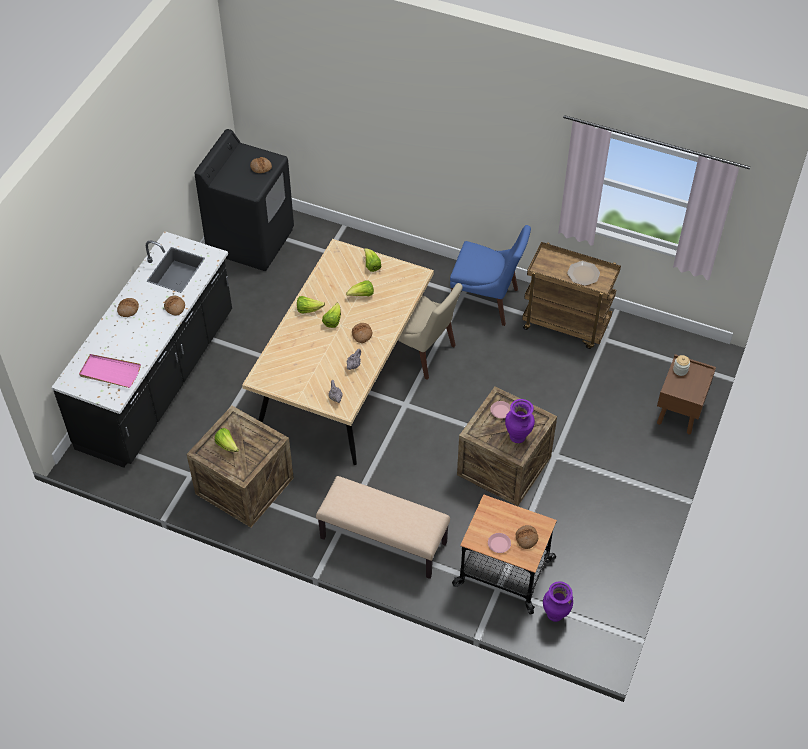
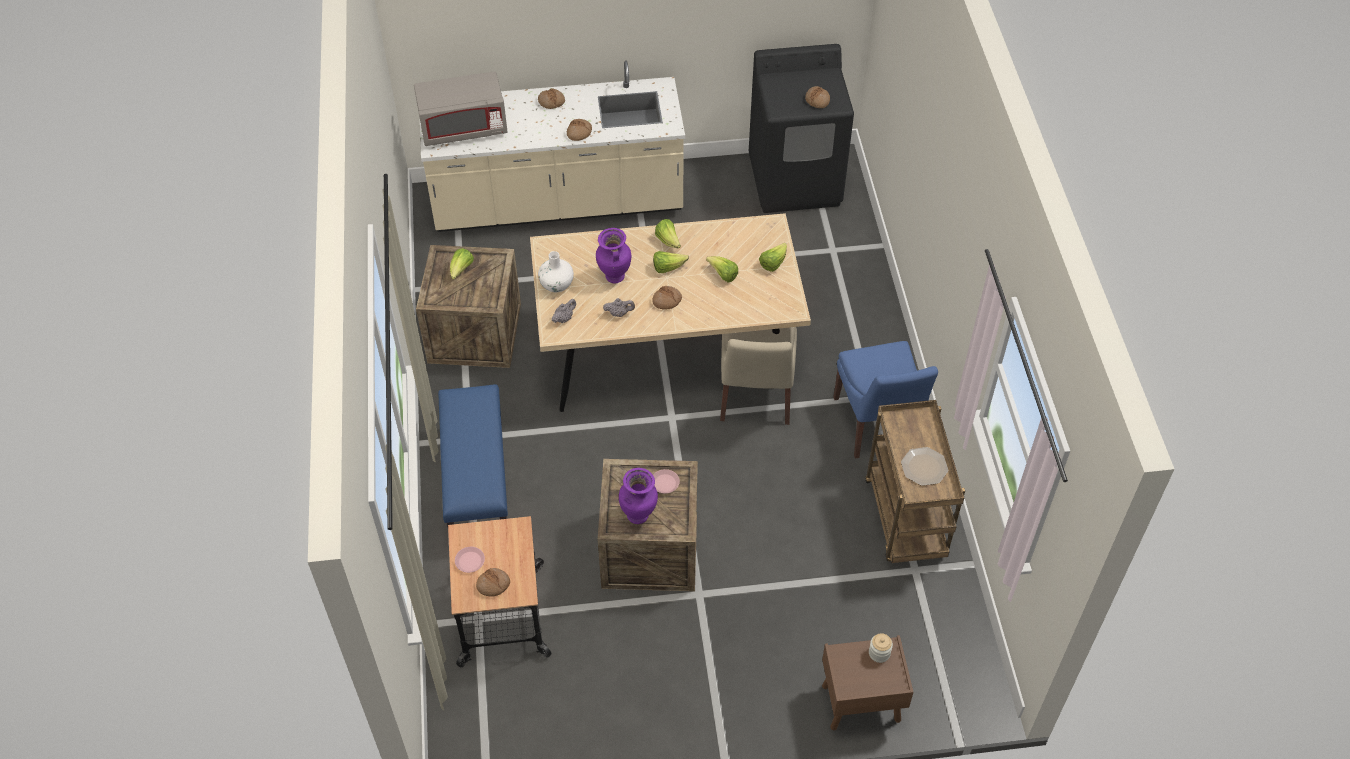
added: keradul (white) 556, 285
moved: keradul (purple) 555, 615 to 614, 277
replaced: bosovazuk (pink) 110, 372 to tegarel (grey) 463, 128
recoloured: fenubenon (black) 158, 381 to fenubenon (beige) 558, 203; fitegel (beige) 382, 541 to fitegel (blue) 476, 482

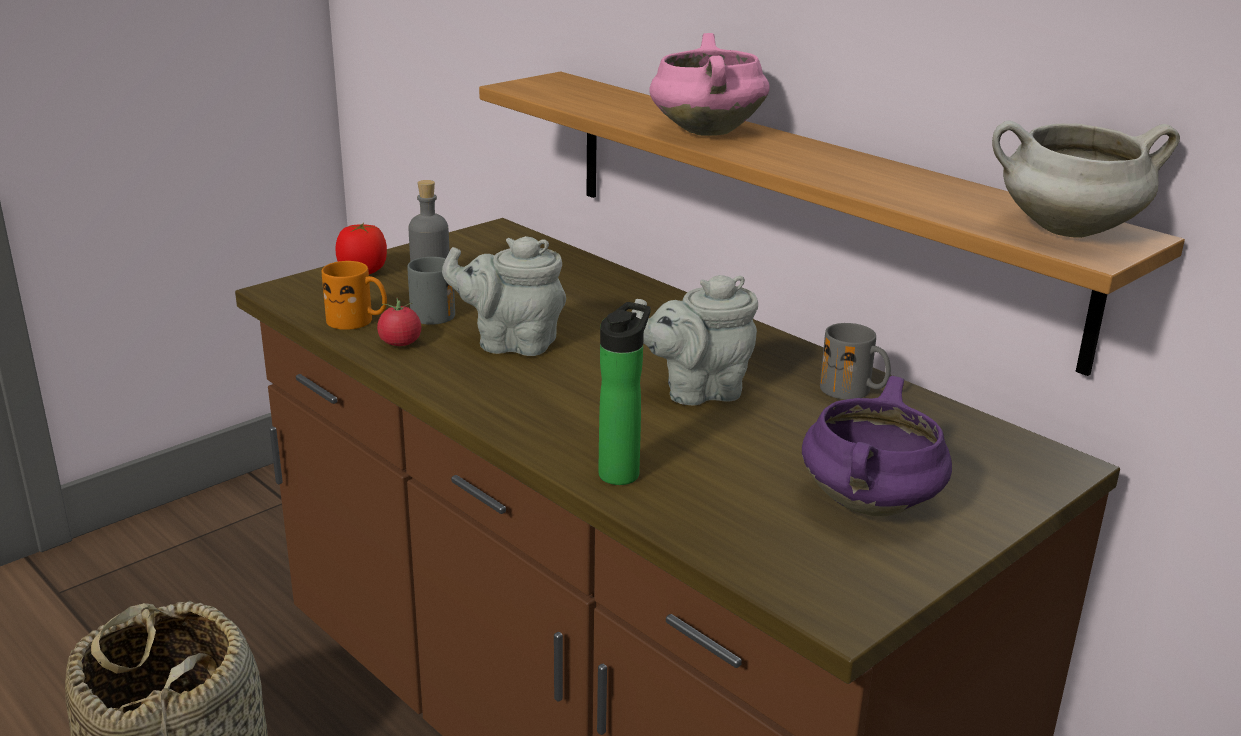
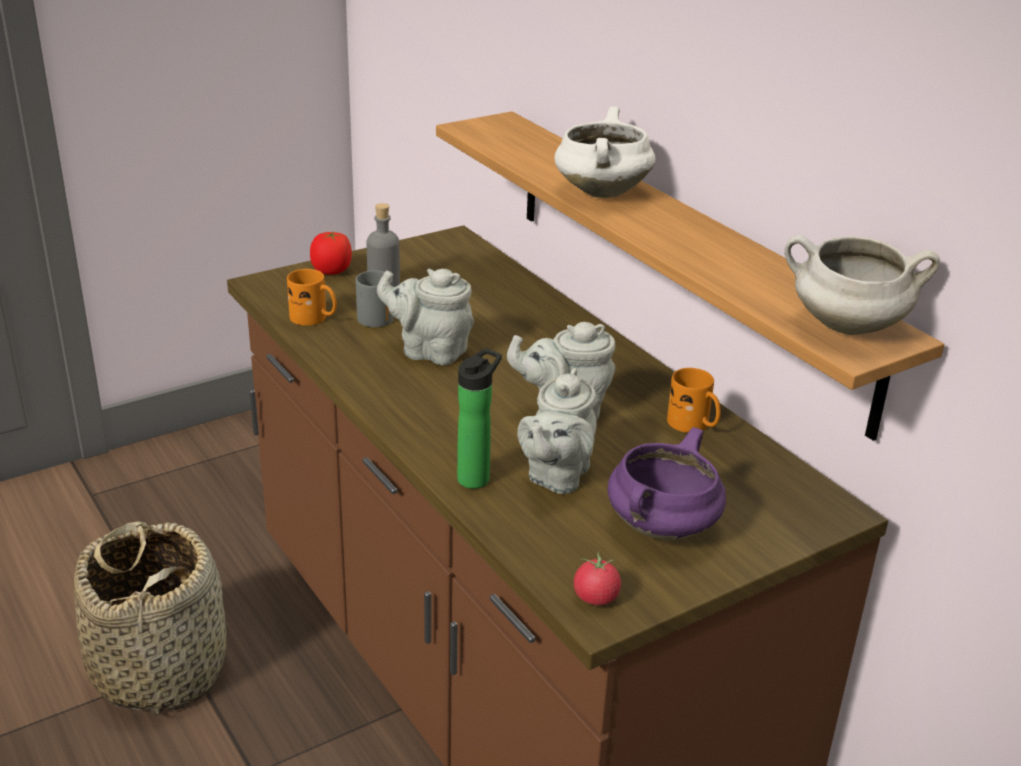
added: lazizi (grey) 556, 476
moved: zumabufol 400, 343 to 595, 598
recoloured: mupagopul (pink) 705, 131 to mupagopul (white) 601, 192; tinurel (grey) 854, 391 to tinurel (orange) 694, 425

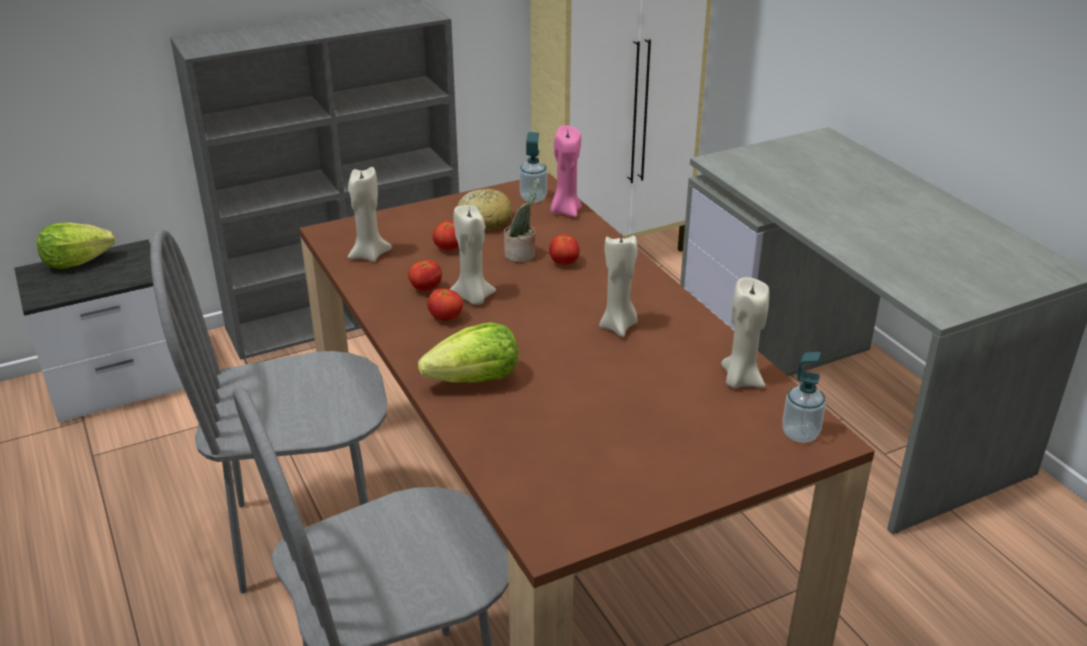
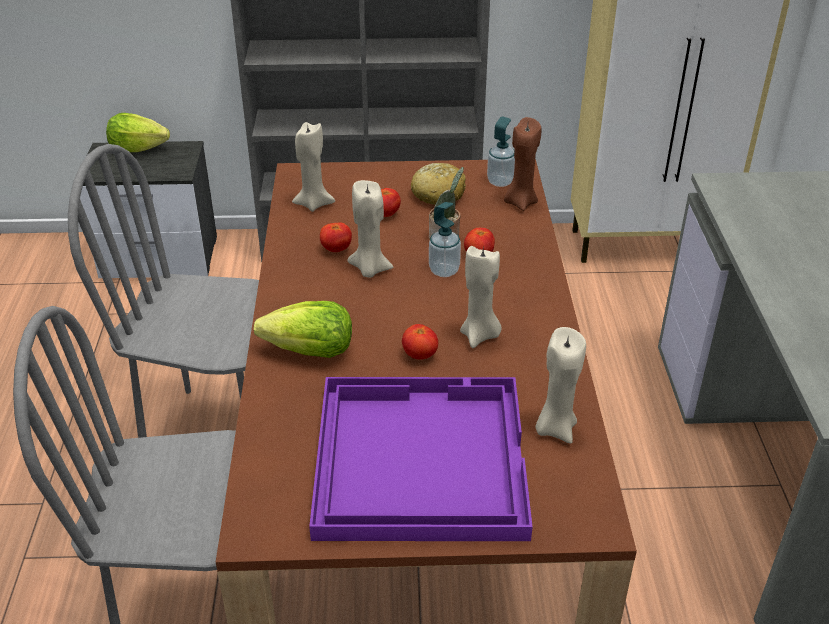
added: bosovazuk (purple) 418, 458
moved: zumabufol 445, 318 to 420, 355; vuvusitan 800, 434 to 444, 270
recoloured: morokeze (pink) 565, 211 to morokeze (brown) 520, 202

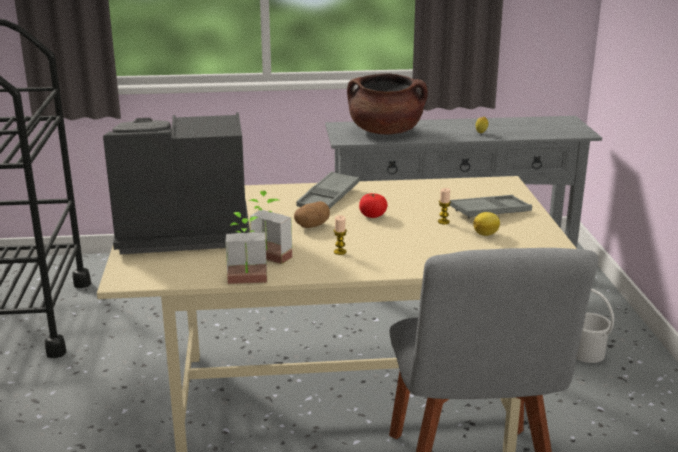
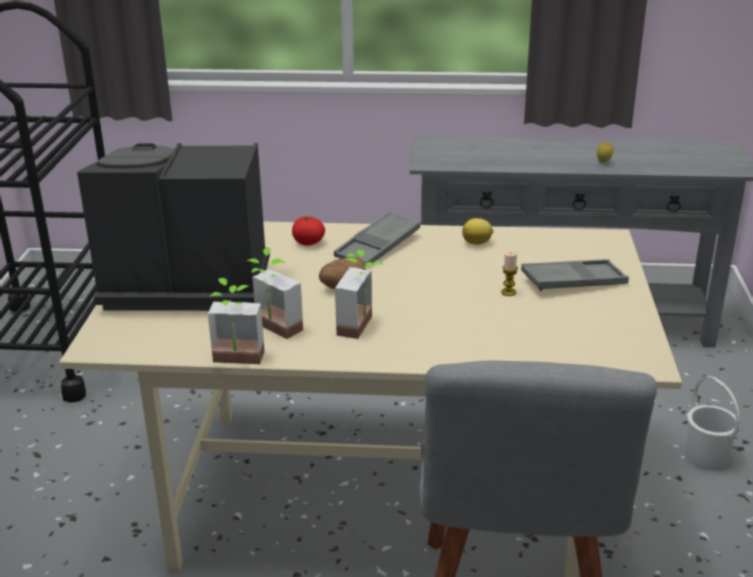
removed: mupagopul (brown) 385, 131
moved: zumabufol 373, 216 to 308, 242; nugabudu 486, 234 to 477, 243
replaced: morokeze 340, 252 to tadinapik 363, 327

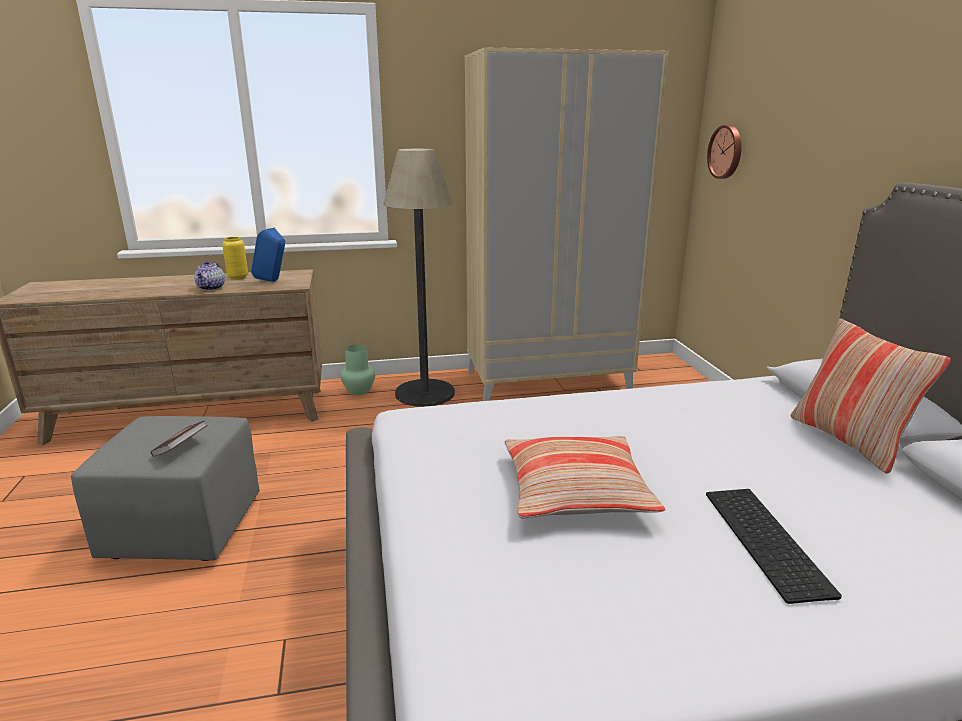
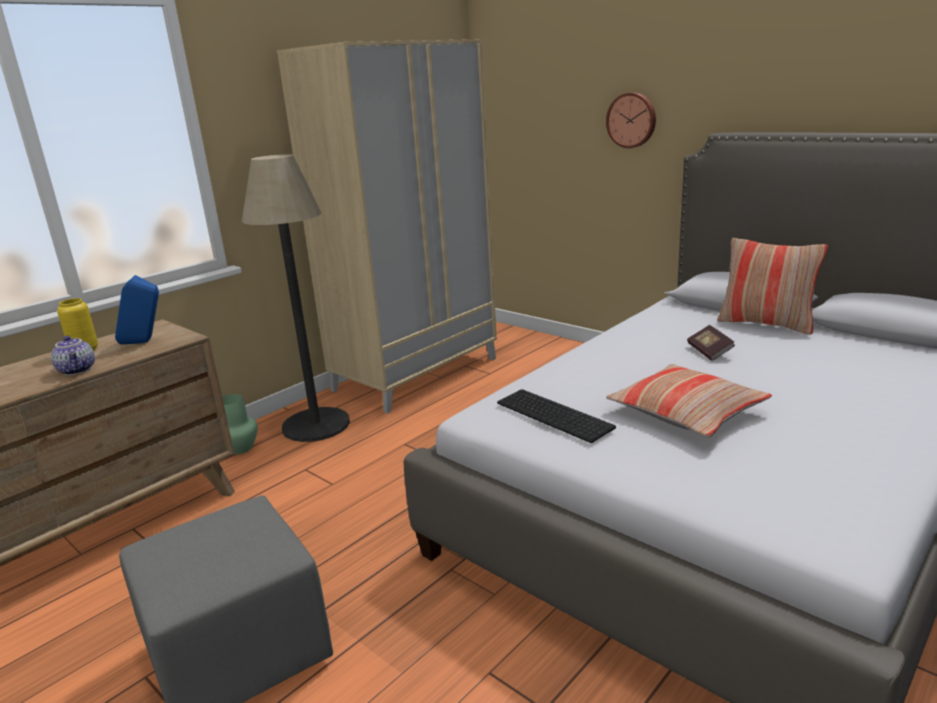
moved: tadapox 181, 448 to 709, 351; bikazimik 769, 541 to 556, 414; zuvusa 726, 152 to 632, 120

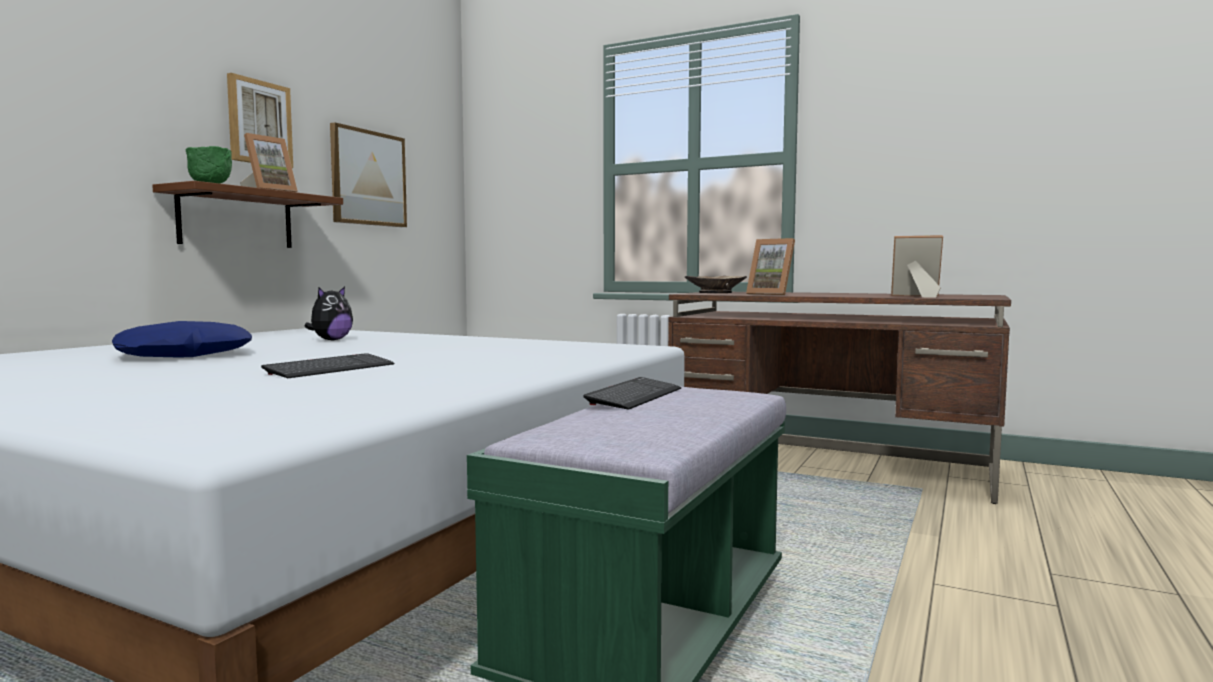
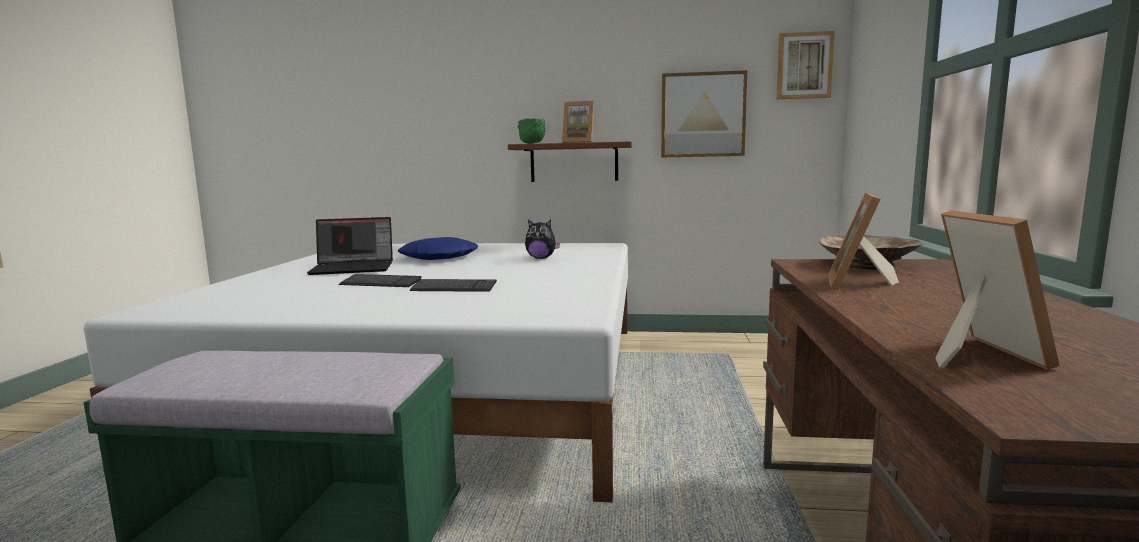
added: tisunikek 354, 268
moved: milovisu 259, 123 to 804, 66; bikazimik 635, 396 to 454, 288

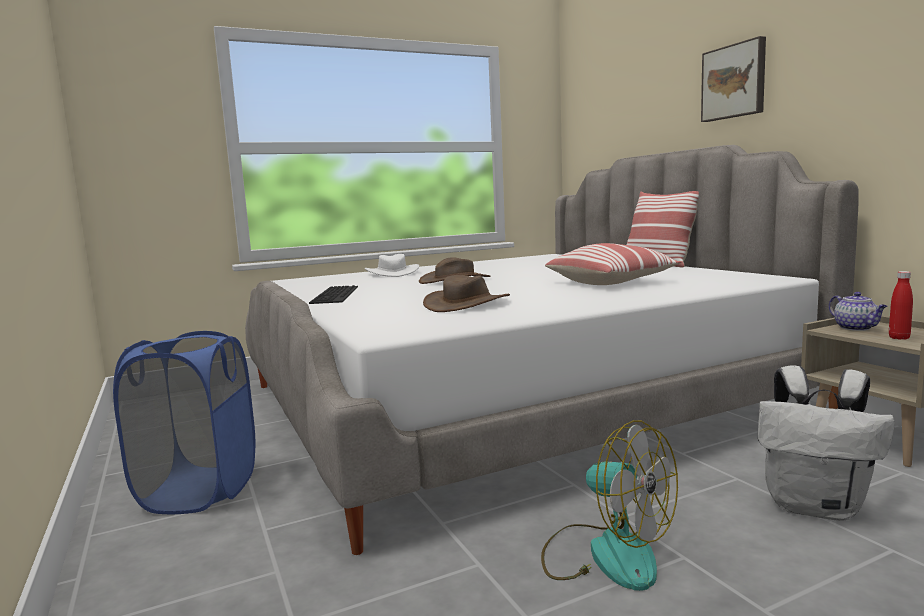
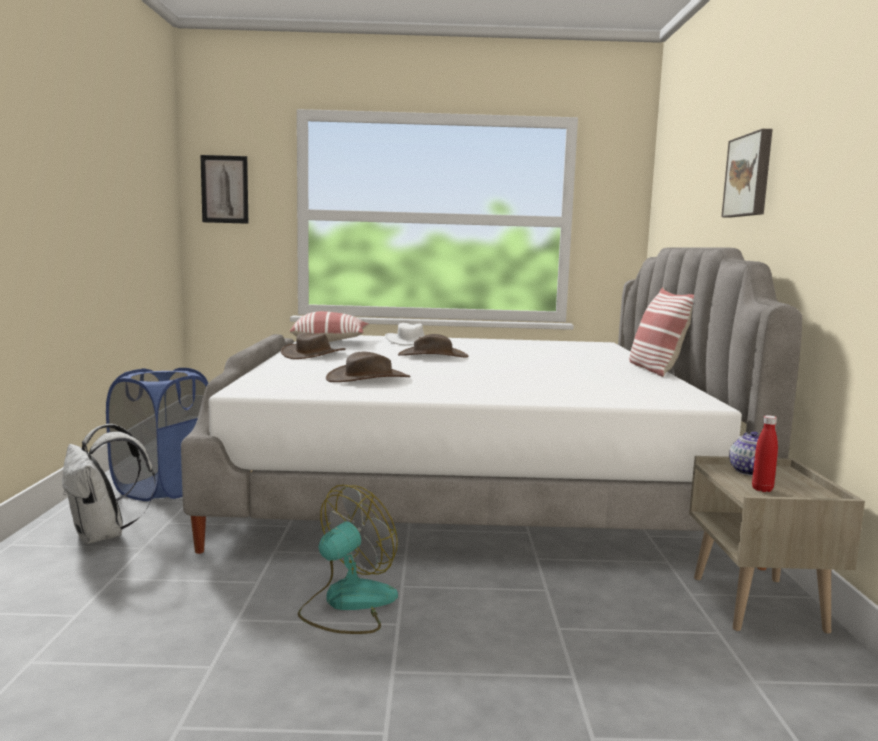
added: milovisu 224, 189
moved: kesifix 611, 282 to 331, 341; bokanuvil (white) 815, 506 to 103, 535
replaced: bikazimik 337, 295 to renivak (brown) 314, 354
turned: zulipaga 606, 554 = 347, 604 120 degrees counterclockwise

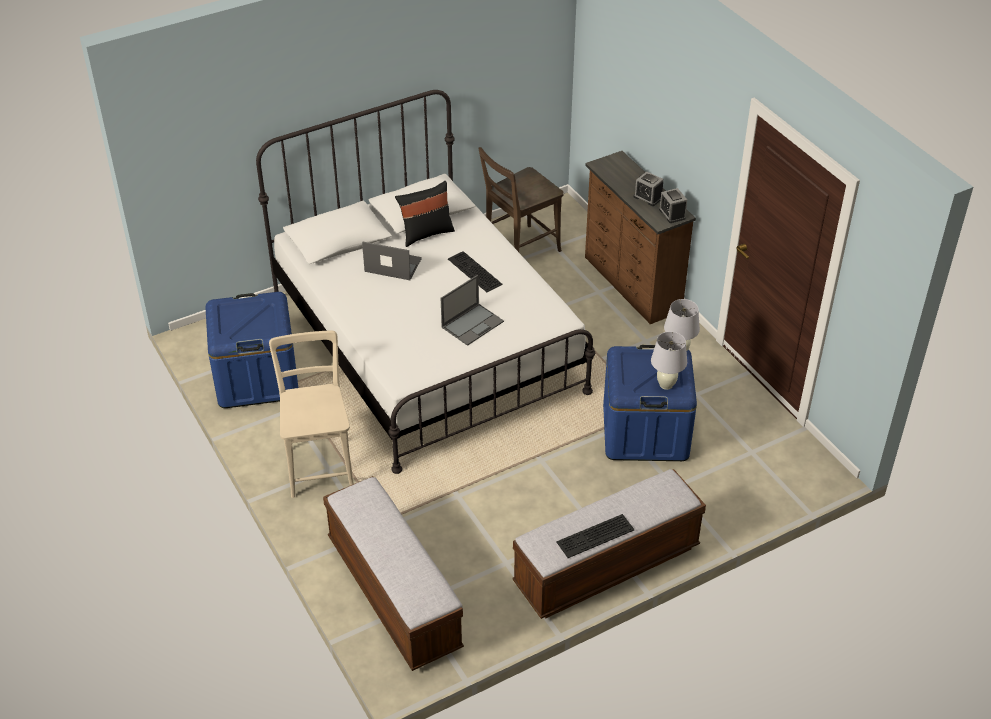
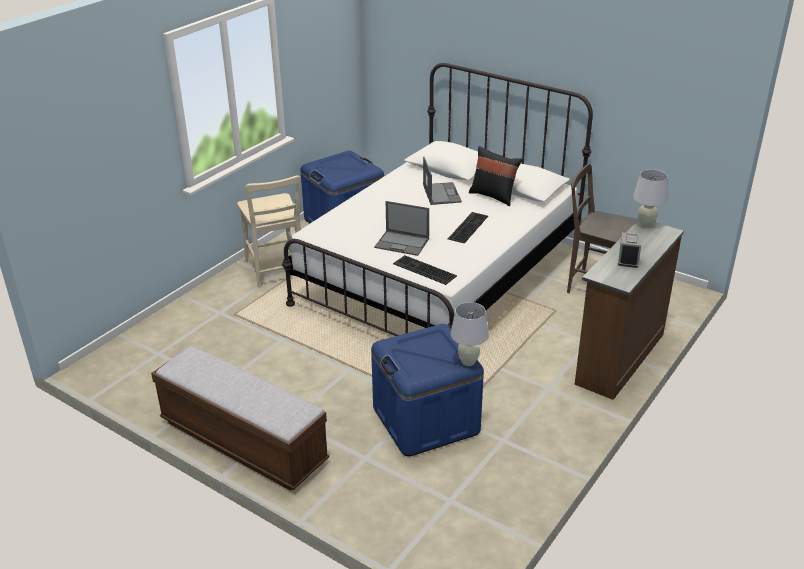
removed: fitegel 393, 593; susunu 672, 214
moved: bikazimik 595, 537 to 423, 270; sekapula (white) 666, 385 to 646, 225
turned: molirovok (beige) 319, 464 = 276, 271 105 degrees clockwise

